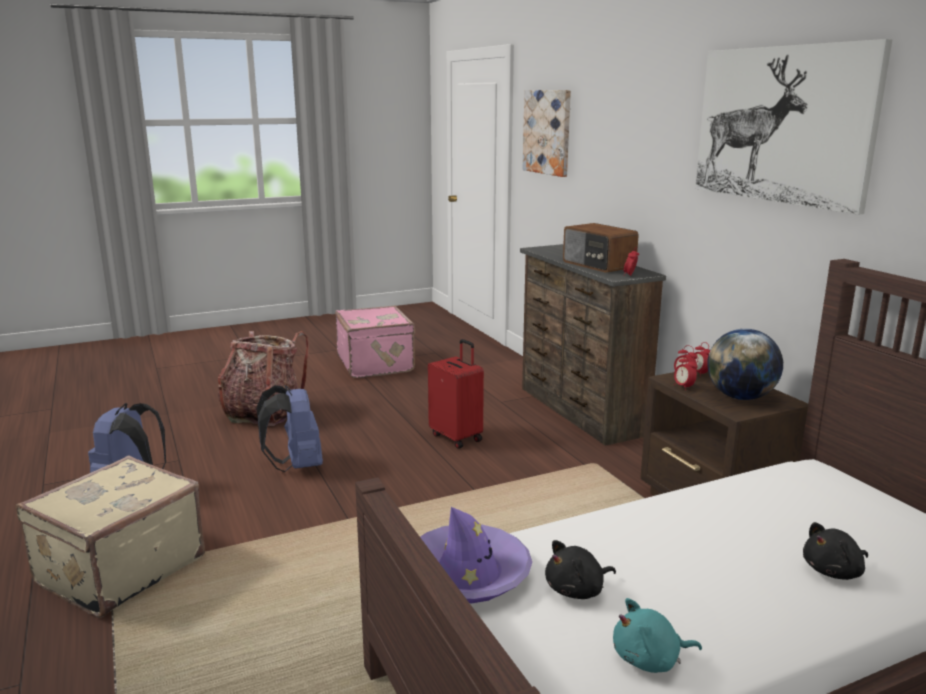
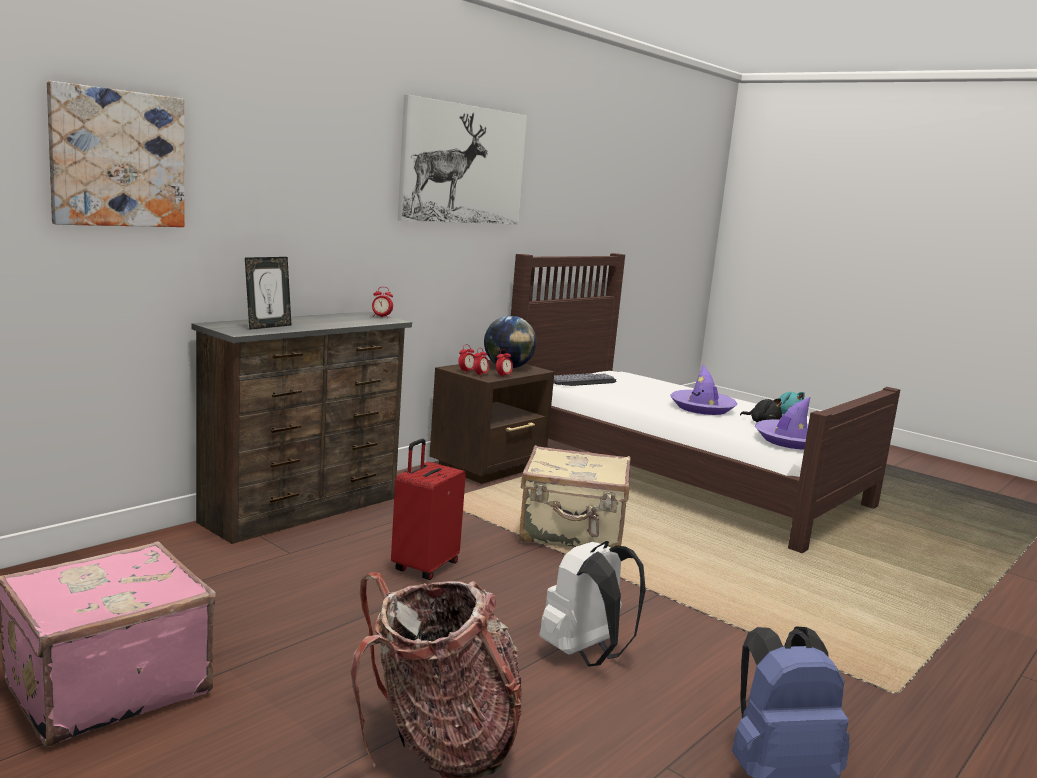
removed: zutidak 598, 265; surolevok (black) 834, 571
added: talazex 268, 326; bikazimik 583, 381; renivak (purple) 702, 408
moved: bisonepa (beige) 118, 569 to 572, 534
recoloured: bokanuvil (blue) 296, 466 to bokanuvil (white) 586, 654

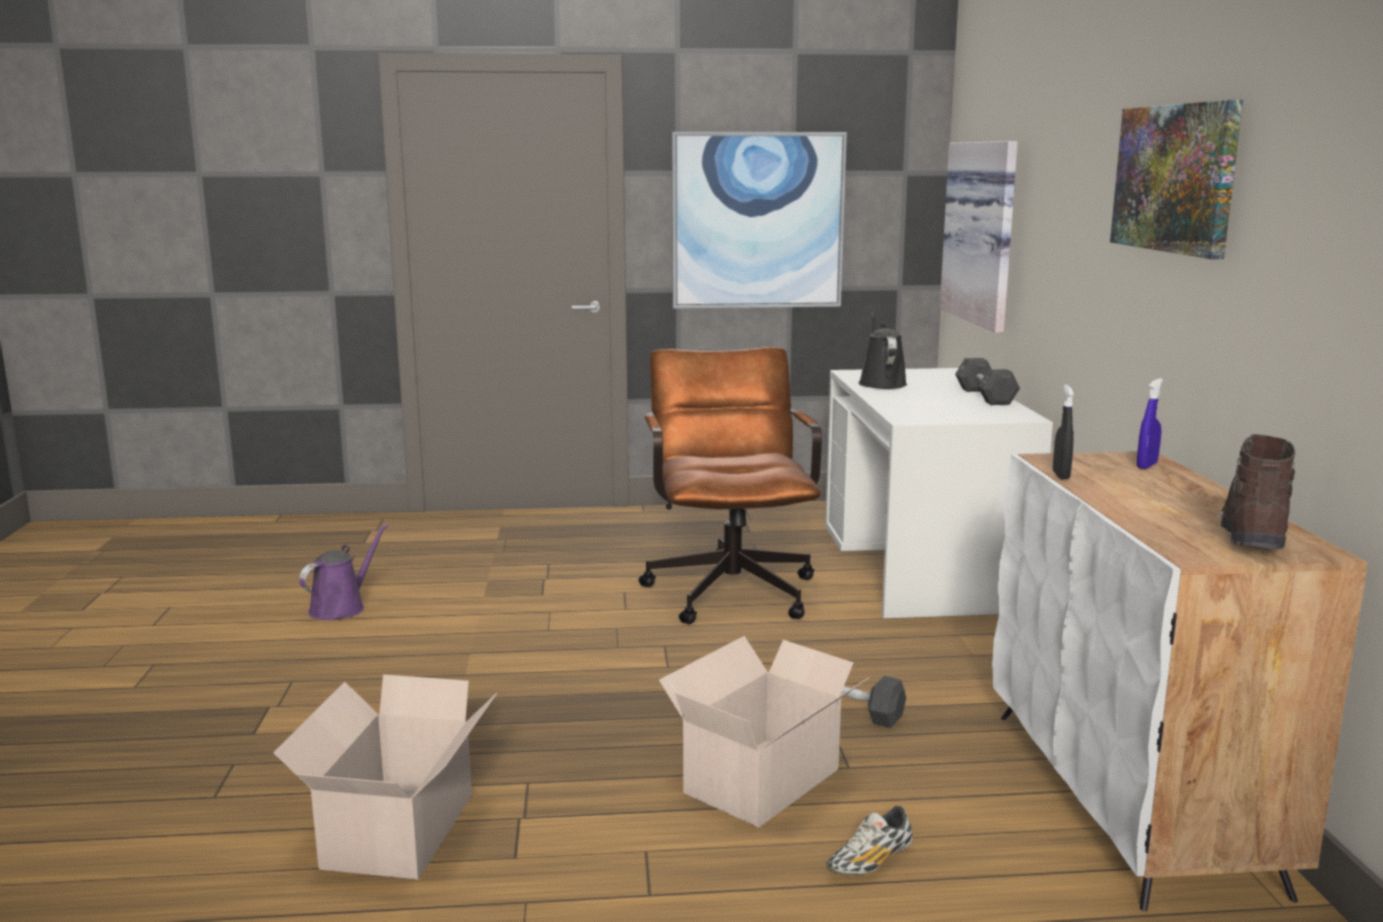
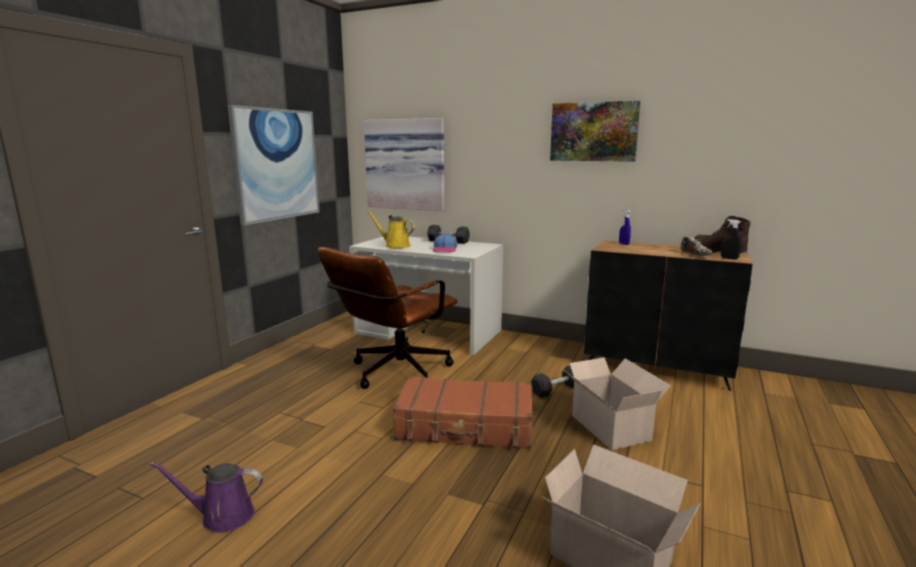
added: bisonepa (brown) 465, 426; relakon 445, 249
moved: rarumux 870, 862 to 695, 255; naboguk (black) 1061, 475 to 729, 258
recoloured: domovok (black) 881, 383 to domovok (yellow) 395, 246; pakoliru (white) 1130, 798 to pakoliru (black) 657, 367
turned: domovok (purple) 341, 608 = 222, 516 60 degrees counterclockwise; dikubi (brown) 729, 586 = 393, 374 75 degrees counterclockwise

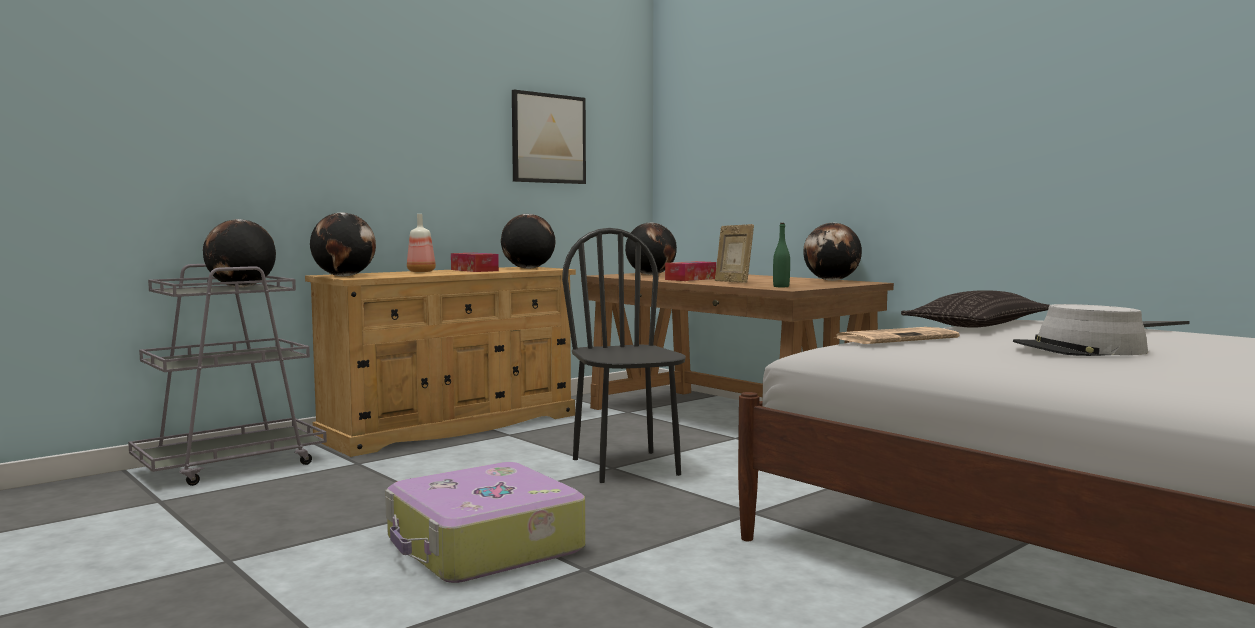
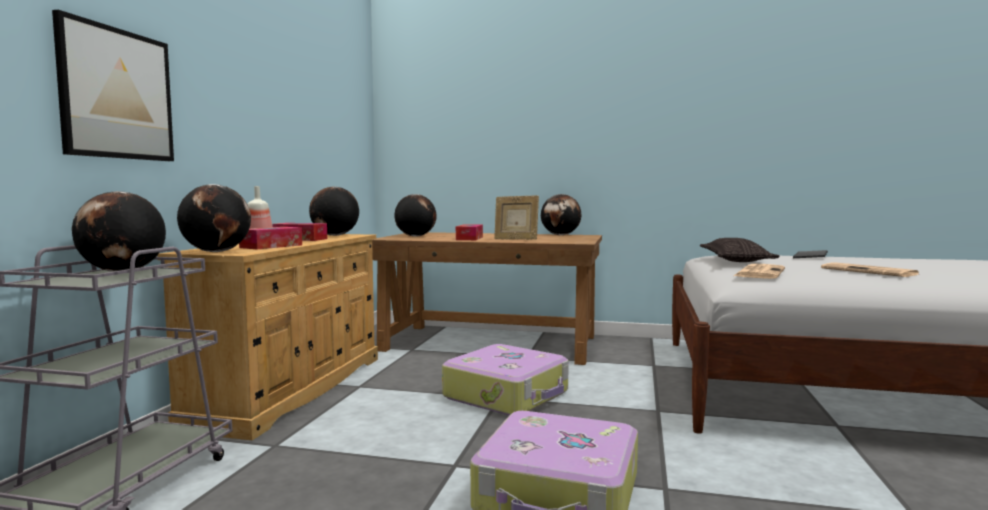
removed: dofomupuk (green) 781, 286
added: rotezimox 271, 246
moved: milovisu 548, 138 to 117, 94
replaced: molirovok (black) 626, 467 to bisonepa 508, 395; renivak (grey) 1079, 350 to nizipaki 870, 271

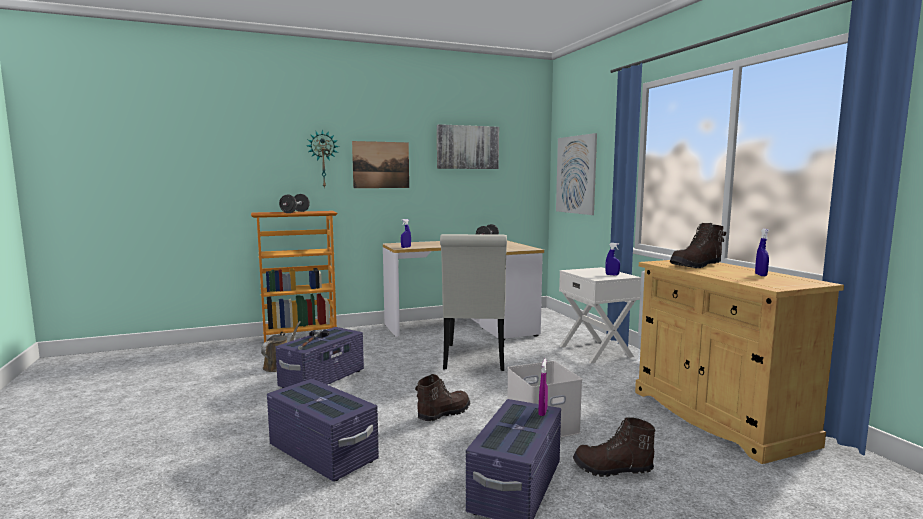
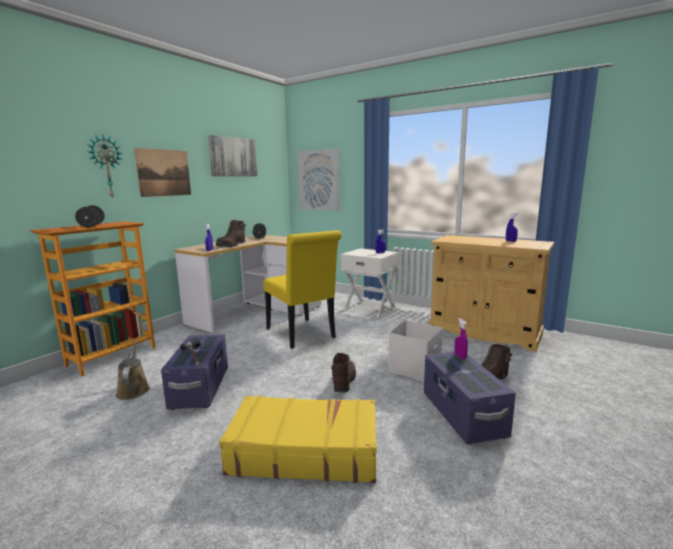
moved: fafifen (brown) 697, 265 to 232, 245
replaced: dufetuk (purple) 323, 453 to bisonepa (yellow) 304, 450
recoloured: molirovok (white) 474, 359 to molirovok (yellow) 302, 334

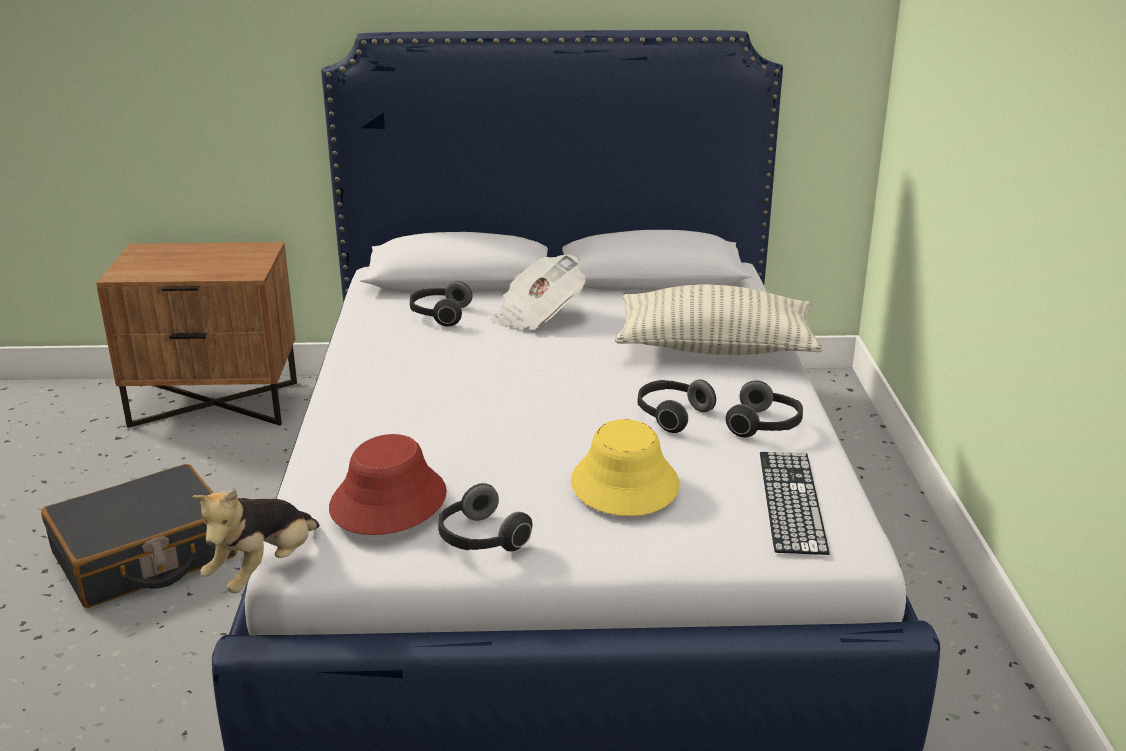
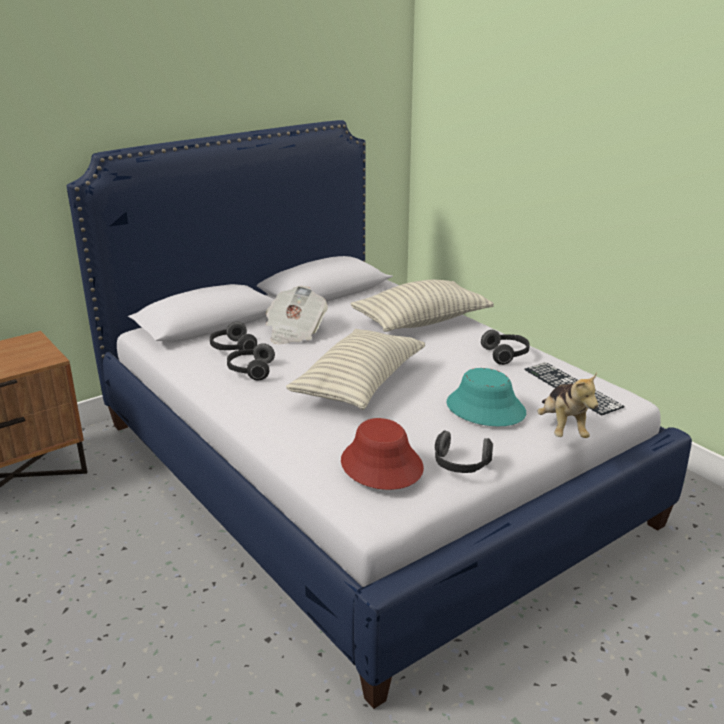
removed: bisonepa (black) 144, 556
added: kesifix 359, 385
moved: surolevok 264, 570 to 562, 428; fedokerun 671, 415 to 250, 371
recoloured: renivak (yellow) 624, 484 to renivak (turquoise) 485, 408

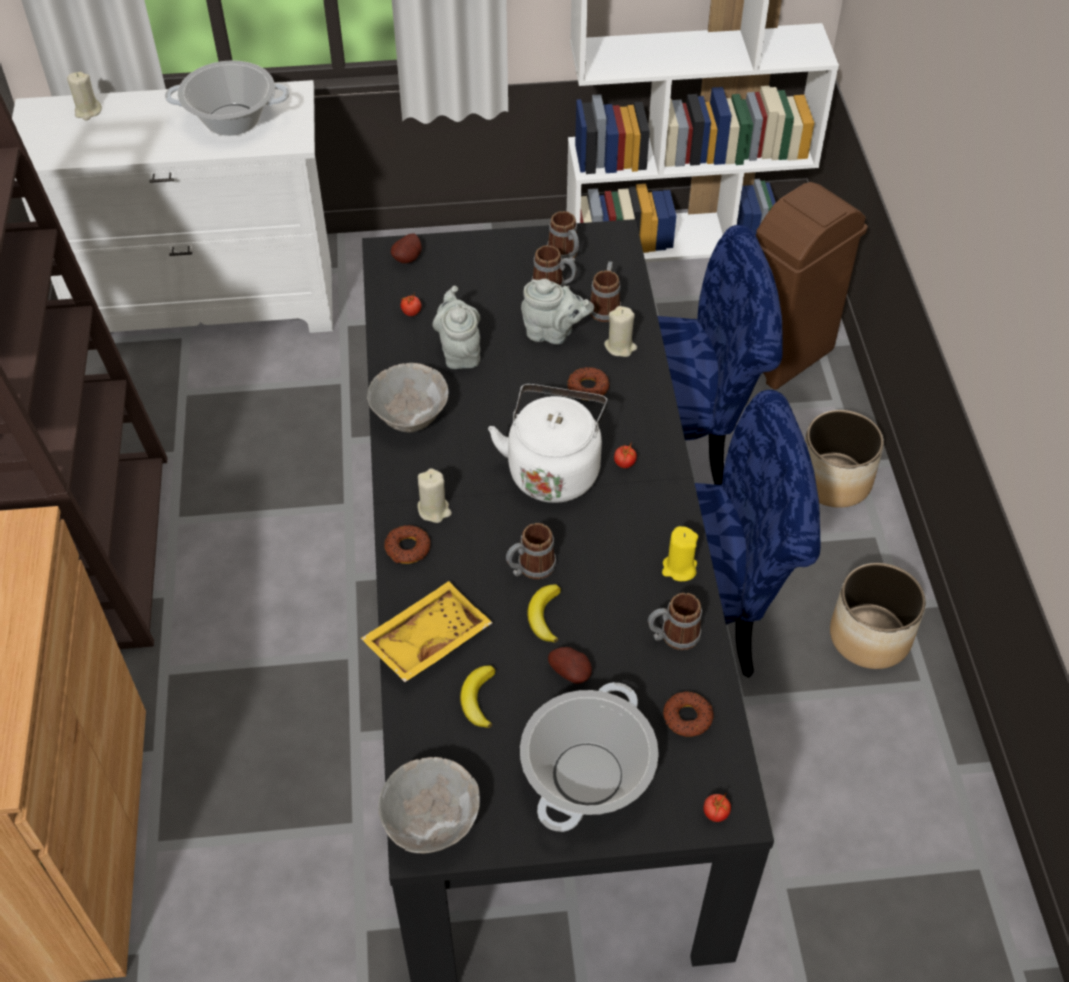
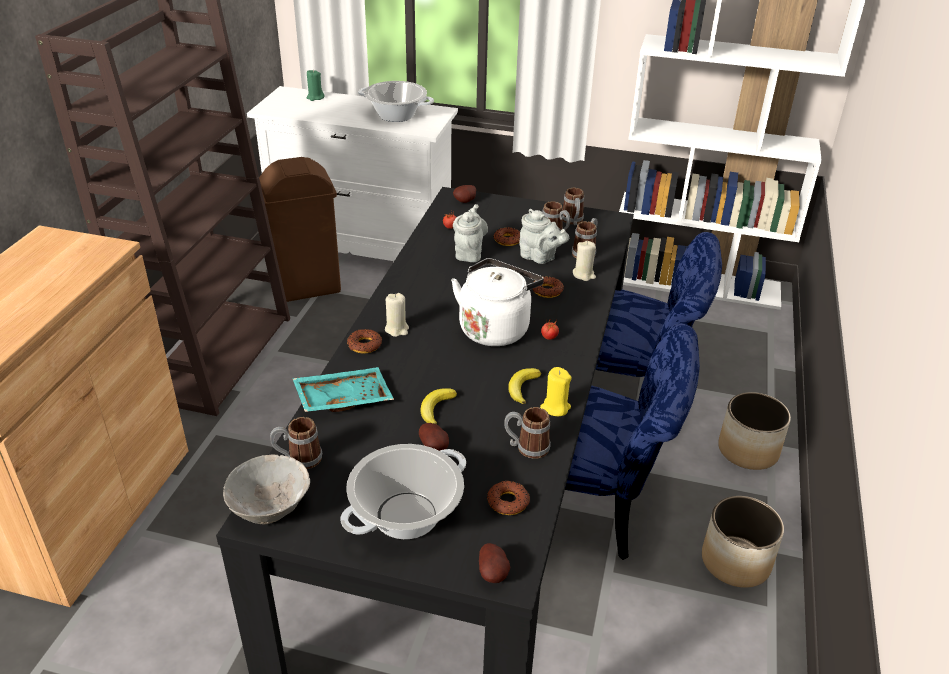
removed: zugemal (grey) 411, 416
added: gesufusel 507, 240
moved: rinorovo 478, 699 to 522, 387; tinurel 530, 568 to 298, 459; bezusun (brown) 786, 355 to 308, 288
replaced: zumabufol 715, 813 to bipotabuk 494, 574
recoloured: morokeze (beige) 88, 111 to morokeze (green) 315, 97; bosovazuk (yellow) 426, 638 to bosovazuk (turquoise) 343, 398

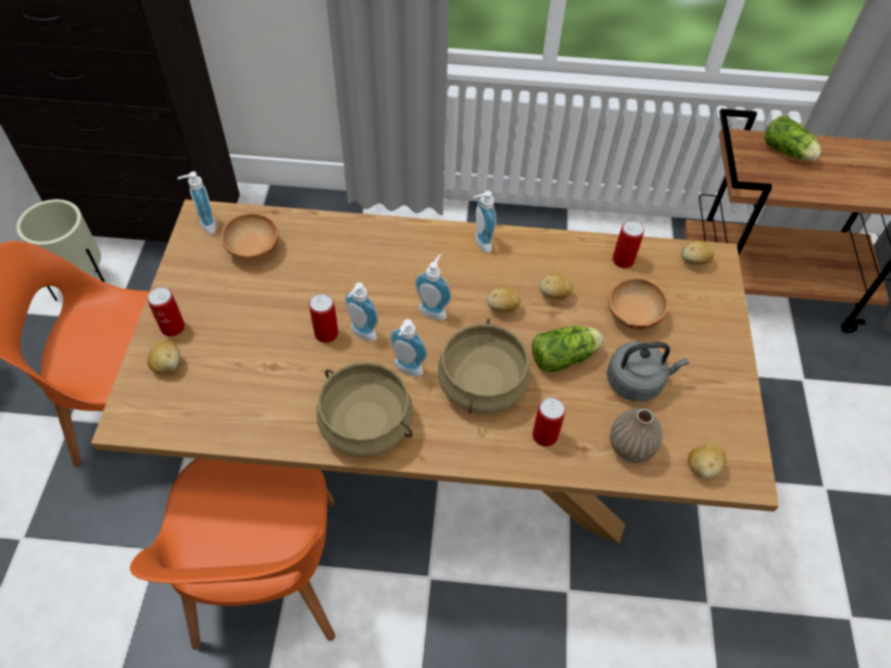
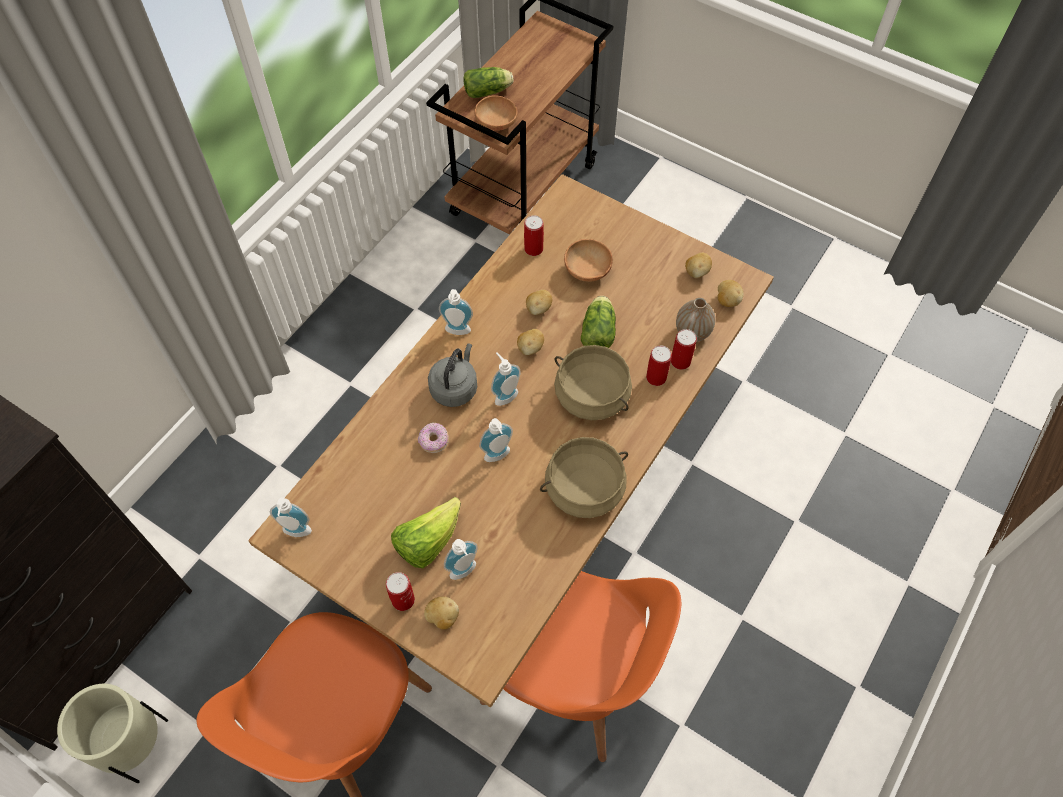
added: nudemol 427, 541; gesufusel 433, 441
moved: zugemal (brown) 253, 250 to 497, 124; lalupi 326, 333 to 680, 361; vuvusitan 407, 371 to 465, 572; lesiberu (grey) 637, 382 to 455, 387; bipotabuk 694, 261 to 697, 272

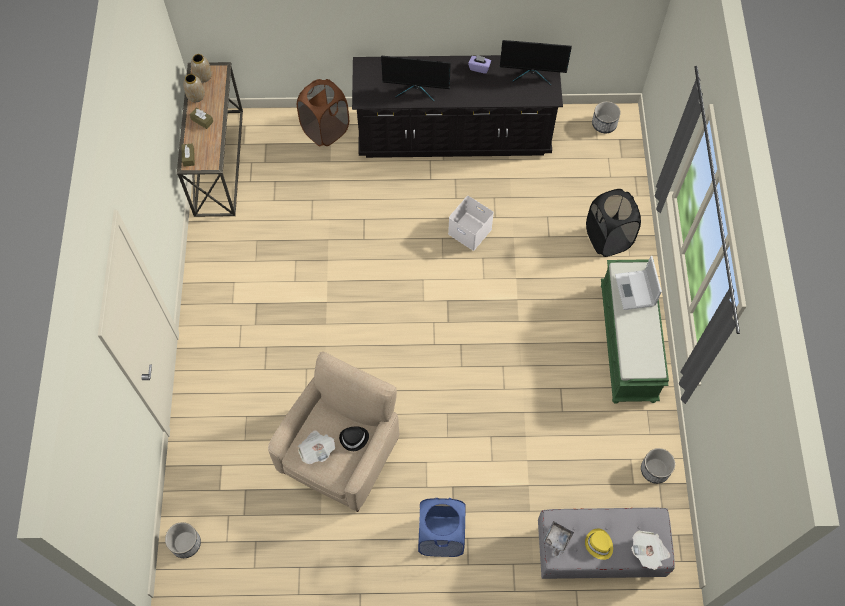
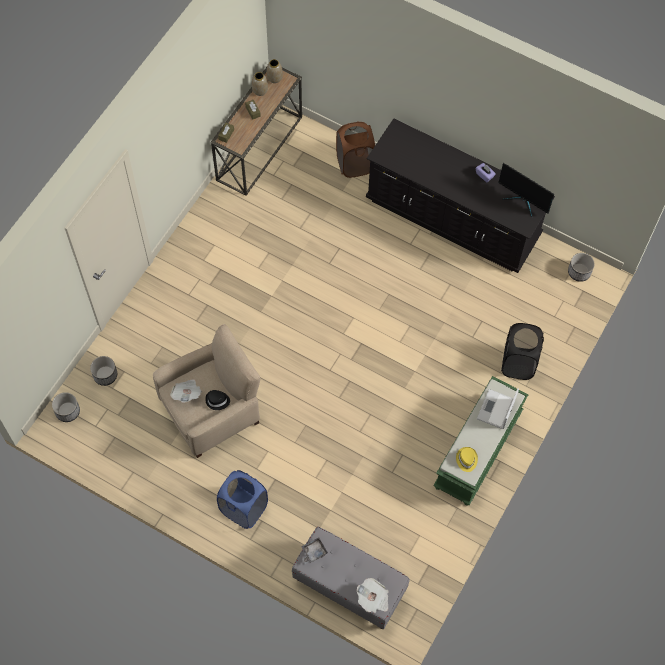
removed: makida 416, 89; dufetuk (white) 471, 231
moved: renivak (yellow) 599, 544 to 466, 459; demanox 655, 469 to 105, 375

